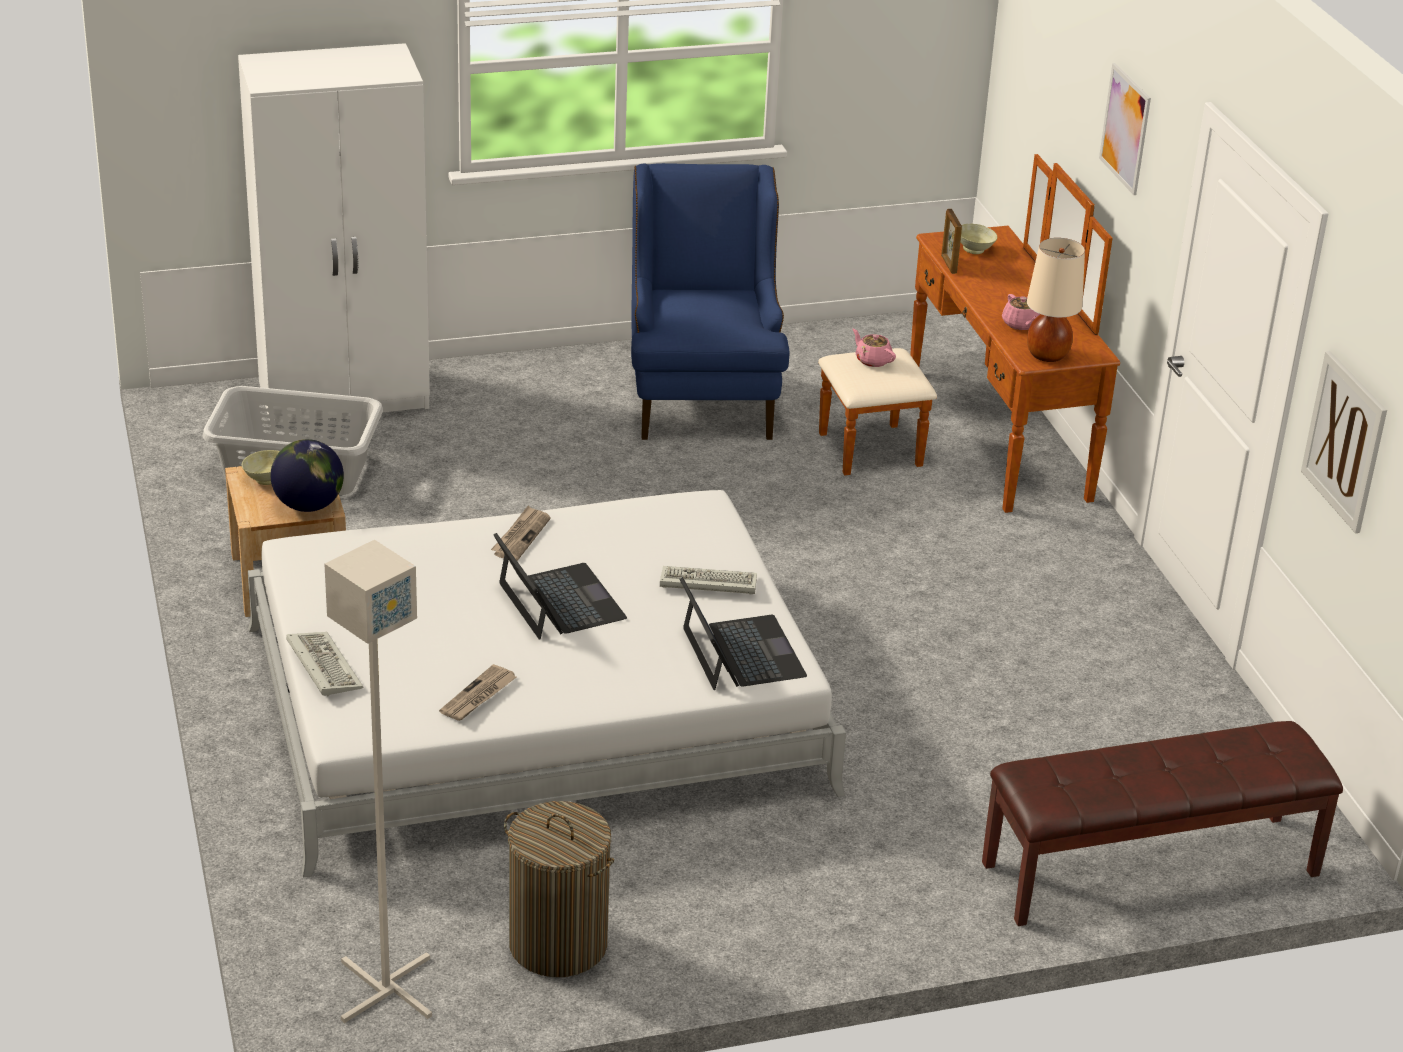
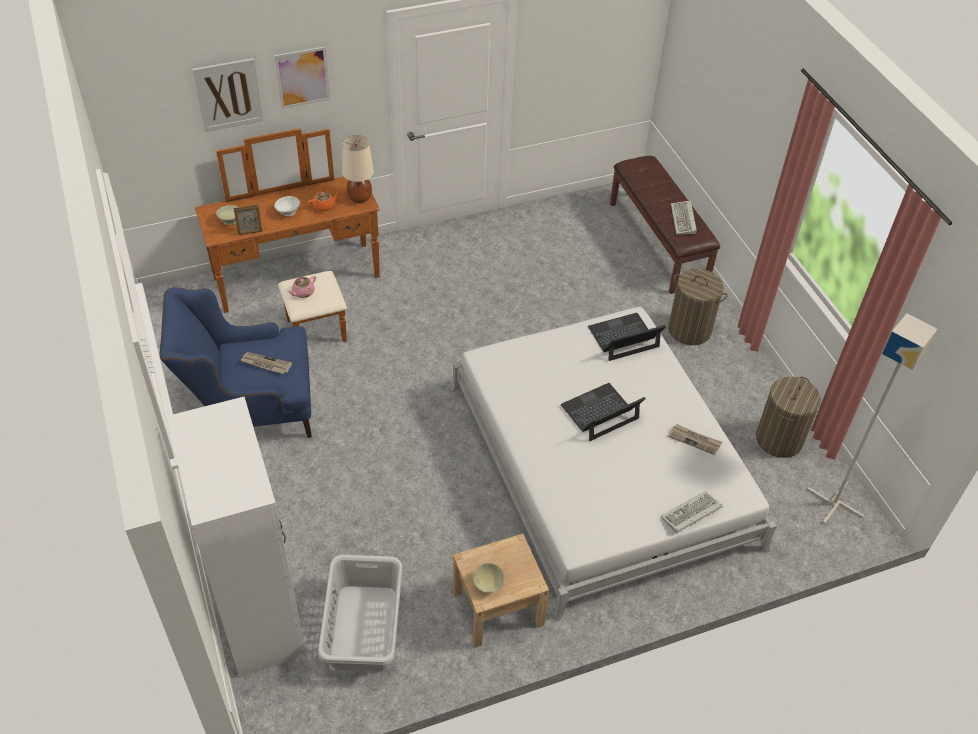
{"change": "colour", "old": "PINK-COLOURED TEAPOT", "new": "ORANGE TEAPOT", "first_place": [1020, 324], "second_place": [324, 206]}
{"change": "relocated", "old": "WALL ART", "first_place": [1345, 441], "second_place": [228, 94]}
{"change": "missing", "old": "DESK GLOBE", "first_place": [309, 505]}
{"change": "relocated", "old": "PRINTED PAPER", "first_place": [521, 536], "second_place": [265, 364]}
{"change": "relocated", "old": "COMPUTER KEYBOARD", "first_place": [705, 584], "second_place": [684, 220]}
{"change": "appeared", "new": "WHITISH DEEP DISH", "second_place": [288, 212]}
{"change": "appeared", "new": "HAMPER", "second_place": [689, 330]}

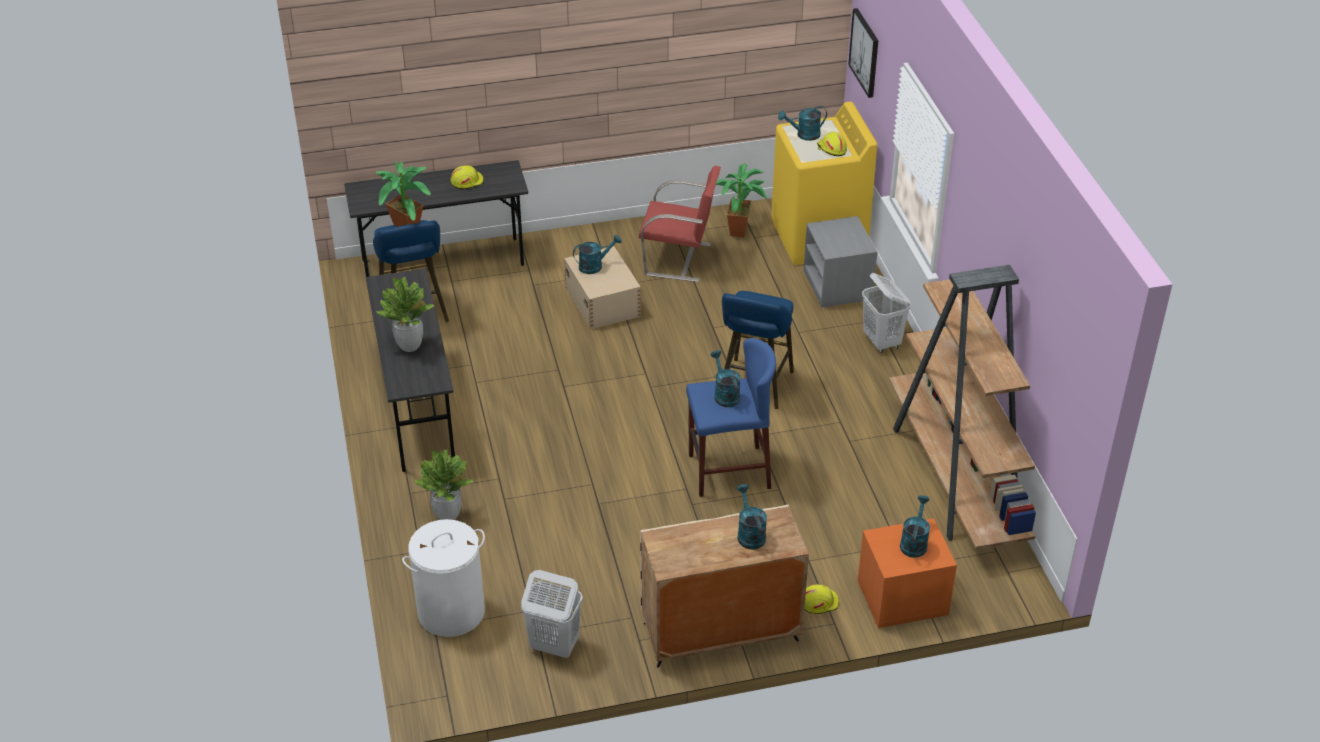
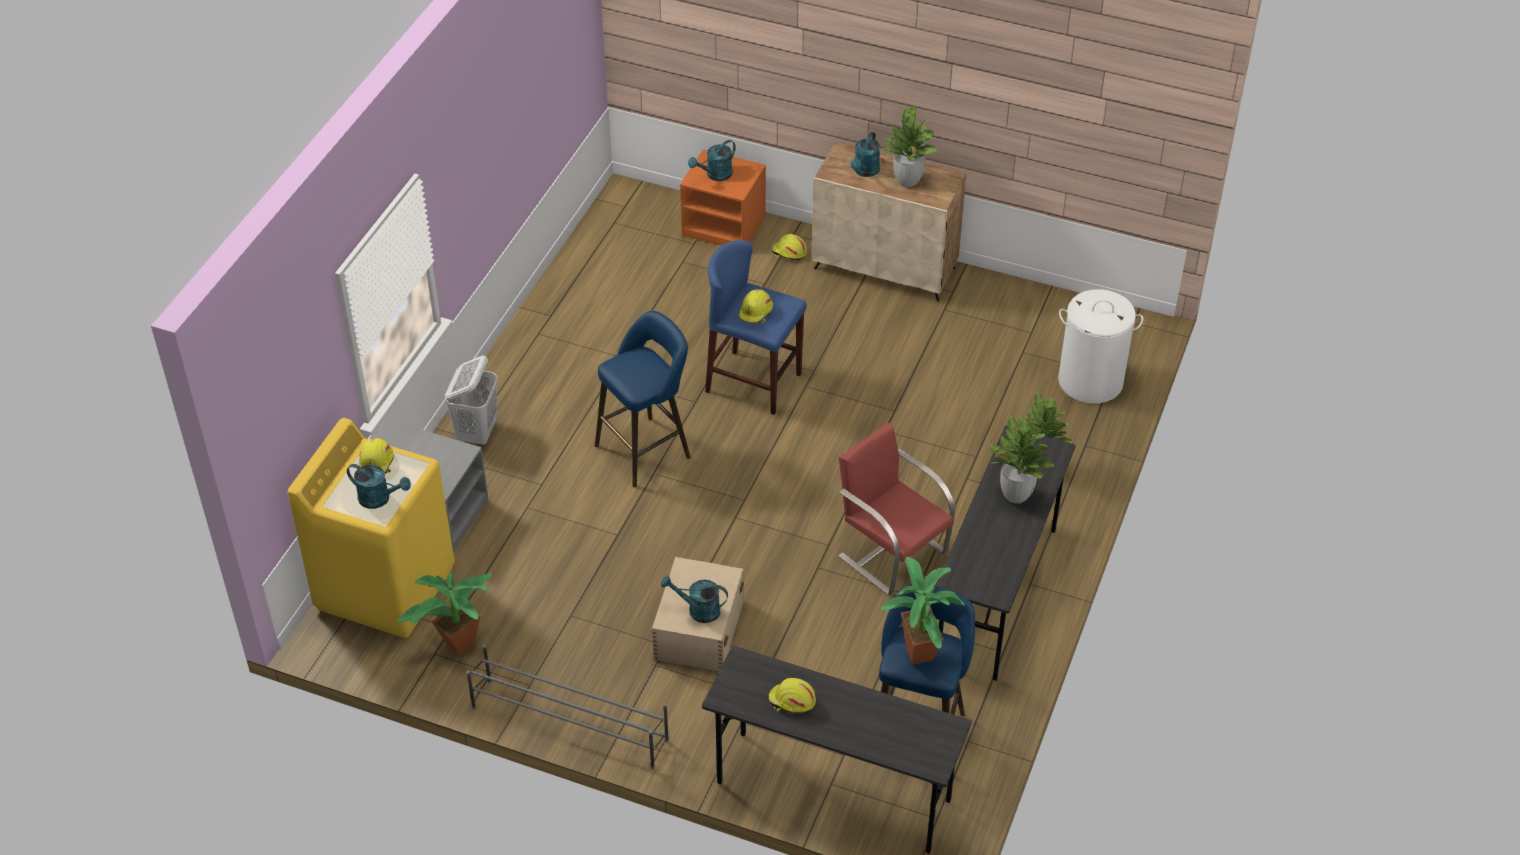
{"change": "missing", "old": "WALL ART", "first_place": [865, 52]}
{"change": "relocated", "old": "REDDISH PLAIN CHAIR", "first_place": [679, 260], "second_place": [892, 552]}
{"change": "missing", "old": "BROWN-COLOURED BOOKSHELF", "first_place": [955, 479]}
{"change": "exchanged", "old": "TURQUOISE-COLOURED WATERING CAN", "new": "YELLOWISH WORK HELMET", "first_place": [724, 394], "second_place": [756, 312]}
{"change": "missing", "old": "WHITISH HAMPER", "first_place": [553, 646]}
{"change": "appeared", "new": "PLANT IN A POT", "second_place": [907, 181]}
{"change": "appeared", "new": "GRAY SHOE RACK", "second_place": [569, 723]}

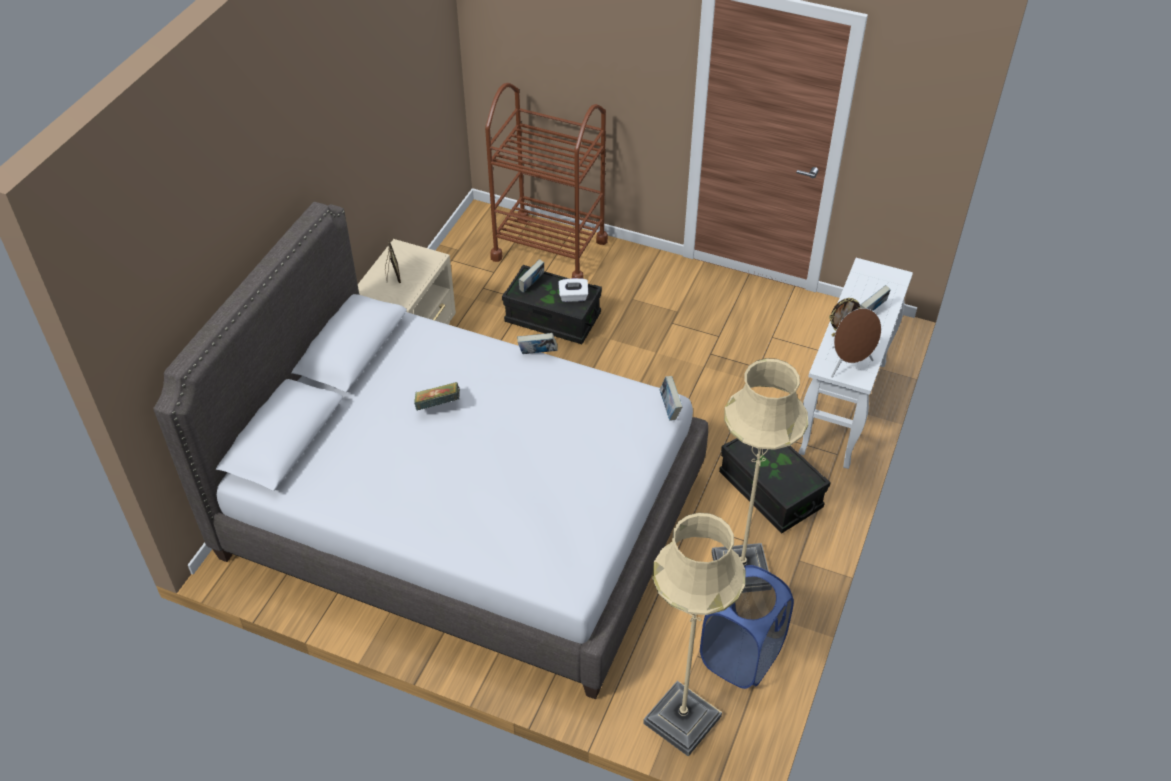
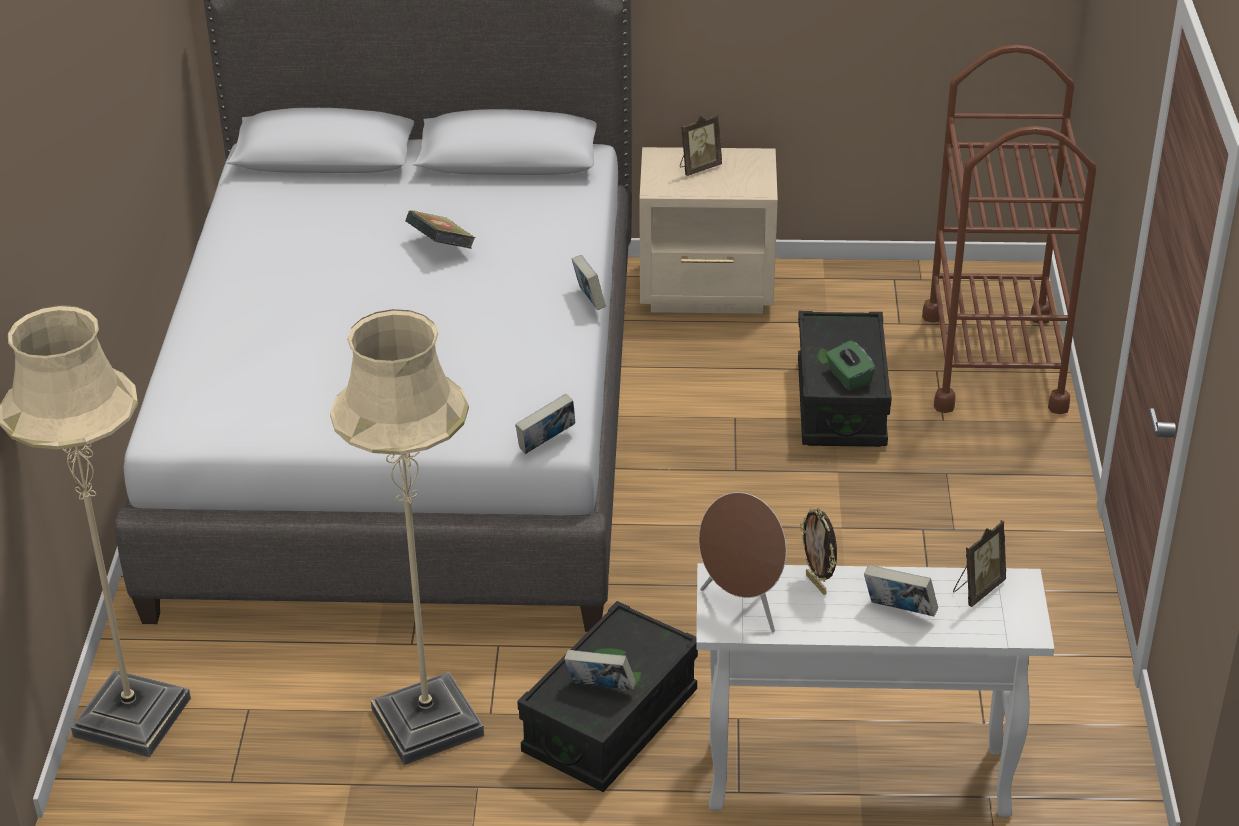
{"change": "relocated", "old": "VOLUME", "first_place": [532, 285], "second_place": [600, 689]}
{"change": "colour", "old": "WHITISH TISSUE HOLDER", "new": "GREEN-COLOURED TISSUE HOLDER", "first_place": [573, 297], "second_place": [848, 378]}
{"change": "missing", "old": "BLUE-COLOURED HAMPER", "first_place": [741, 655]}
{"change": "appeared", "new": "STANDING FRAME", "second_place": [977, 589]}

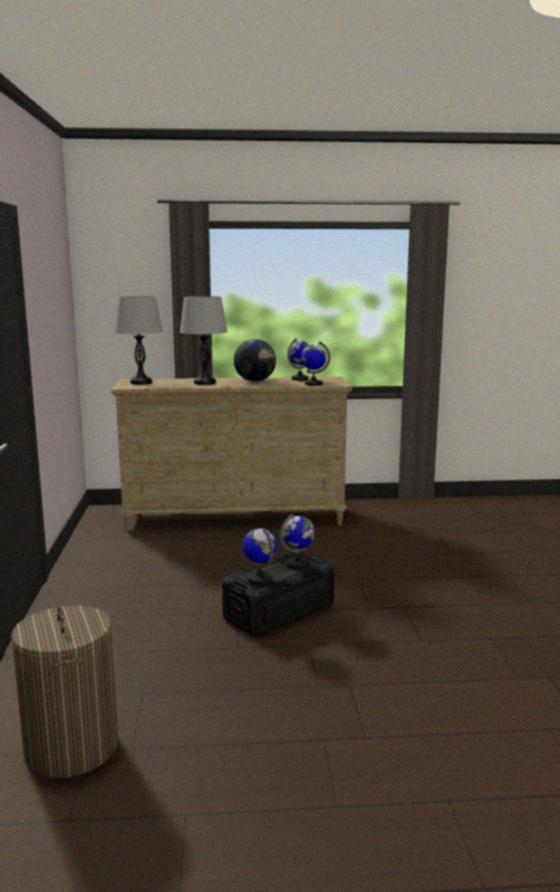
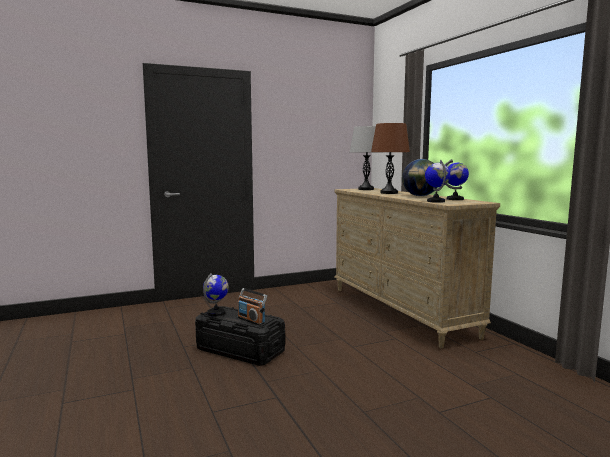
{"change": "colour", "old": "GRAY TABLETOP LAMP", "new": "BROWN-COLOURED TABLETOP LAMP", "first_place": [205, 383], "second_place": [389, 193]}
{"change": "exchanged", "old": "DESK GLOBE", "new": "RADIO SET", "first_place": [298, 565], "second_place": [251, 320]}
{"change": "missing", "old": "HAMPER", "first_place": [71, 747]}

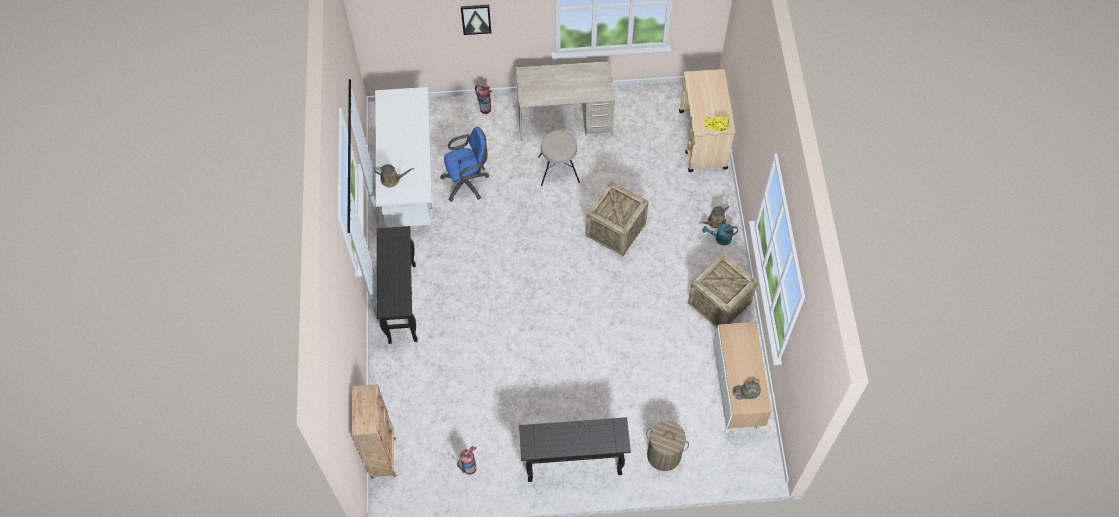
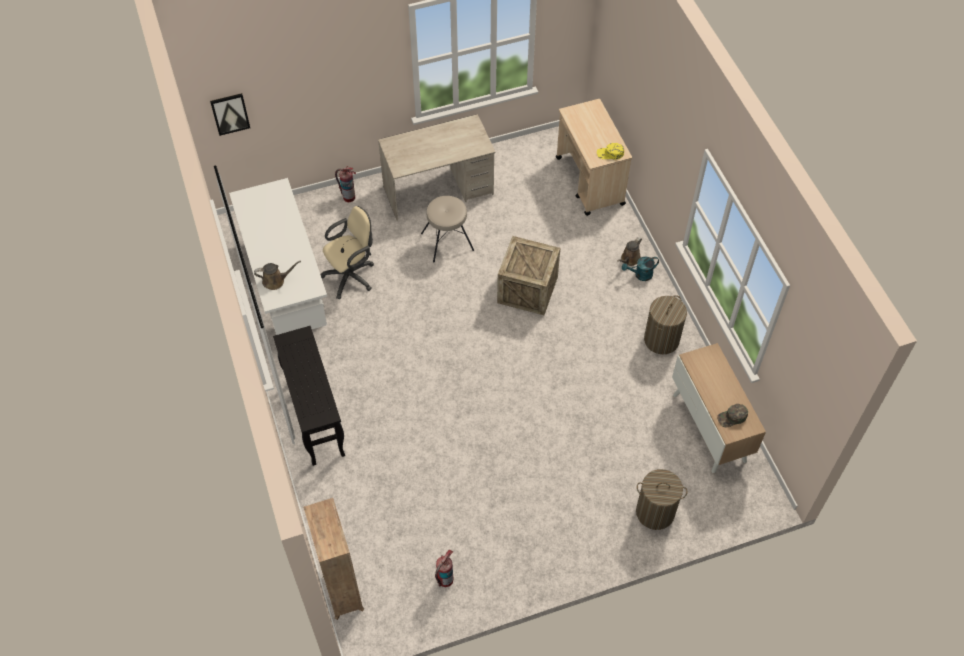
{"change": "relocated", "old": "WALL ART", "first_place": [476, 19], "second_place": [230, 113]}
{"change": "colour", "old": "BLUE-COLOURED DESK CHAIR", "new": "BEIGE-COLOURED DESK CHAIR", "first_place": [467, 182], "second_place": [352, 276]}
{"change": "exchanged", "old": "CRATE", "new": "HAMPER", "first_place": [719, 302], "second_place": [661, 340]}
{"change": "missing", "old": "BLACK-COLOURED HALL TABLE", "first_place": [573, 464]}

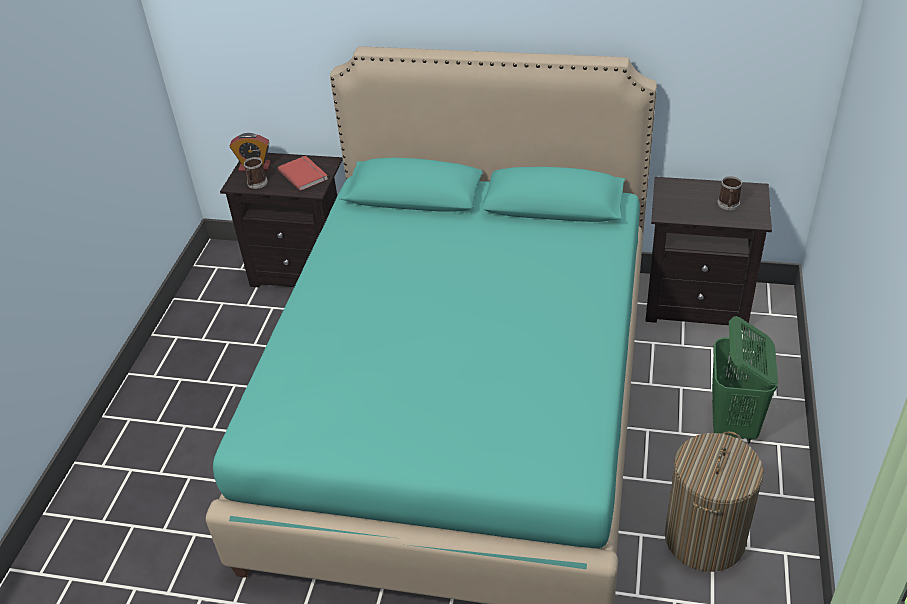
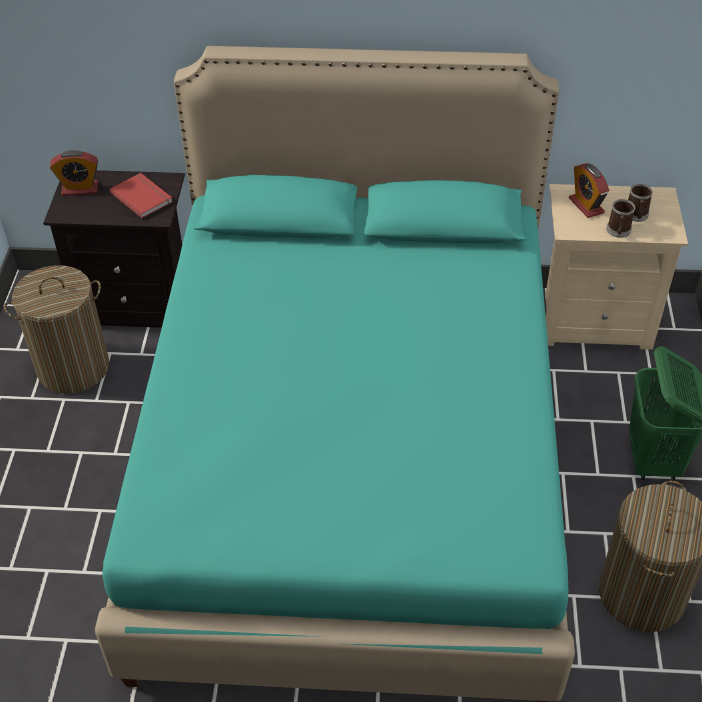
{"change": "relocated", "old": "TEA MUG", "first_place": [256, 184], "second_place": [618, 231]}
{"change": "colour", "old": "BLACK-COLOURED BEDSIDE TABLE", "new": "BEIGE-COLOURED BEDSIDE TABLE", "first_place": [697, 303], "second_place": [594, 321]}
{"change": "appeared", "new": "BEDSIDE CLOCK", "second_place": [586, 205]}
{"change": "appeared", "new": "HAMPER", "second_place": [73, 367]}

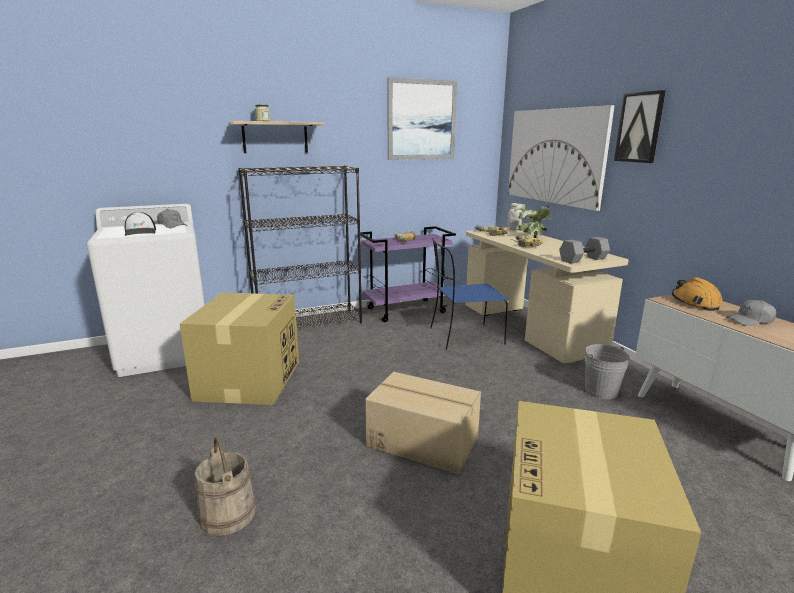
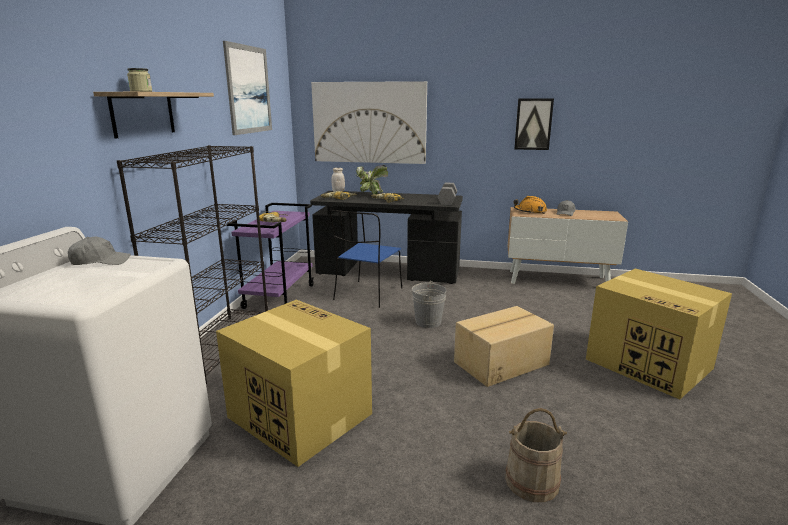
{"change": "relocated", "old": "WALL ART", "first_place": [639, 127], "second_place": [533, 124]}
{"change": "missing", "old": "CAP", "first_place": [141, 232]}
{"change": "colour", "old": "BEIGE-COLOURED DESK", "new": "BLACK-COLOURED DESK", "first_place": [529, 327], "second_place": [388, 272]}
{"change": "relocated", "old": "GRAY PAIL", "first_place": [601, 391], "second_place": [428, 322]}

